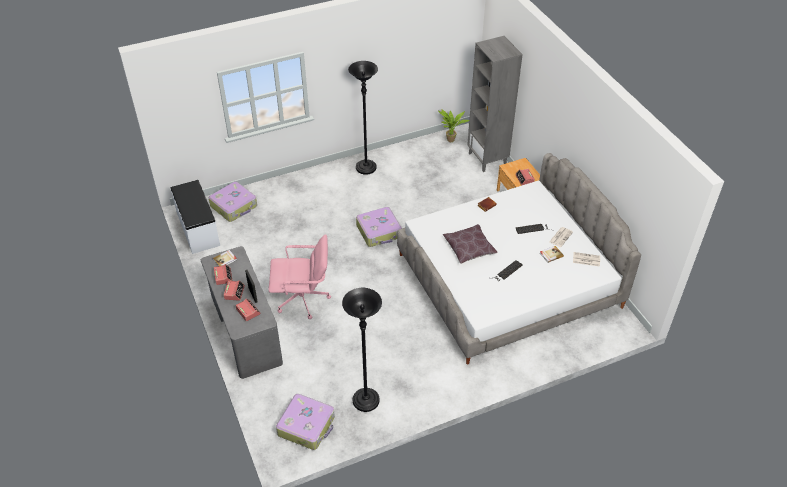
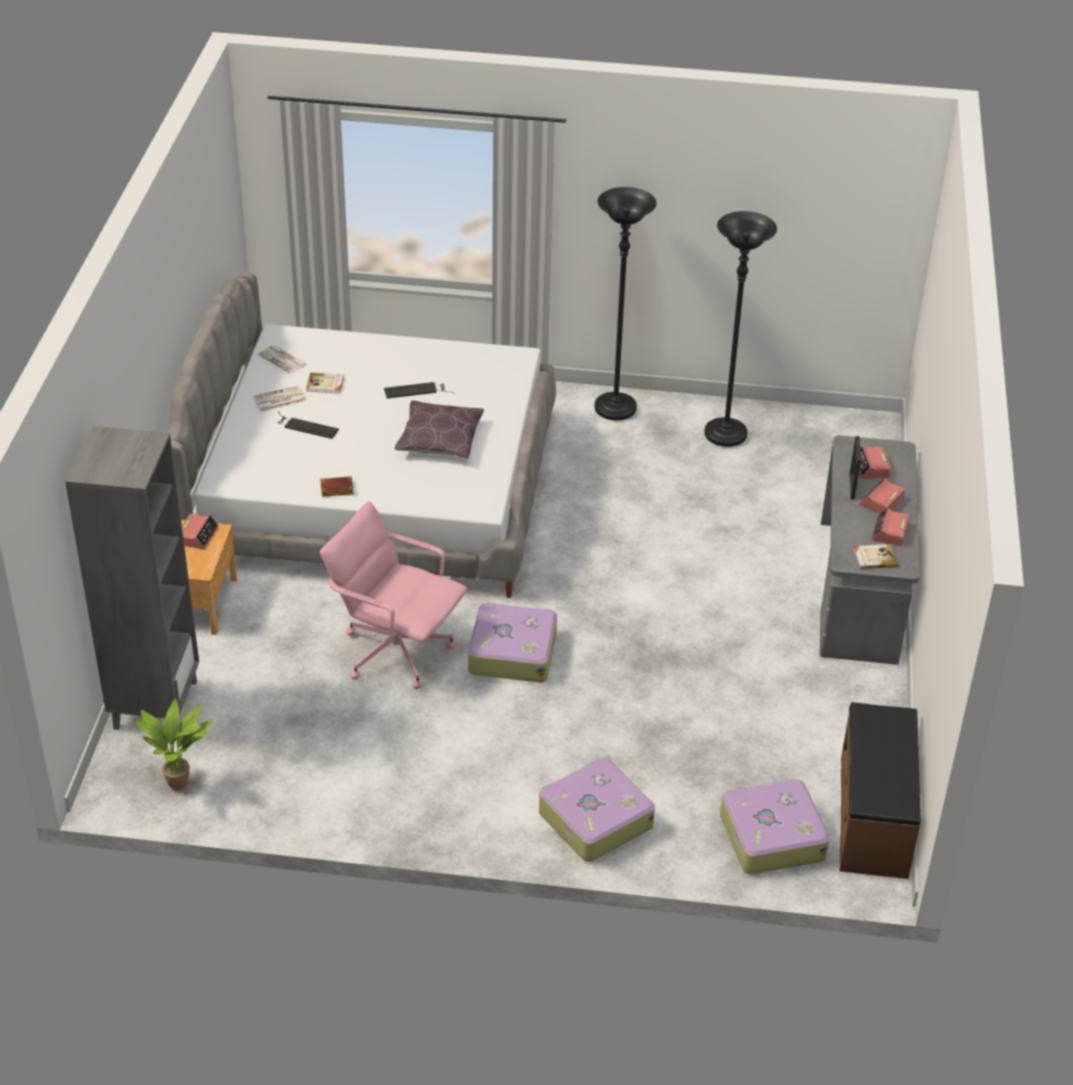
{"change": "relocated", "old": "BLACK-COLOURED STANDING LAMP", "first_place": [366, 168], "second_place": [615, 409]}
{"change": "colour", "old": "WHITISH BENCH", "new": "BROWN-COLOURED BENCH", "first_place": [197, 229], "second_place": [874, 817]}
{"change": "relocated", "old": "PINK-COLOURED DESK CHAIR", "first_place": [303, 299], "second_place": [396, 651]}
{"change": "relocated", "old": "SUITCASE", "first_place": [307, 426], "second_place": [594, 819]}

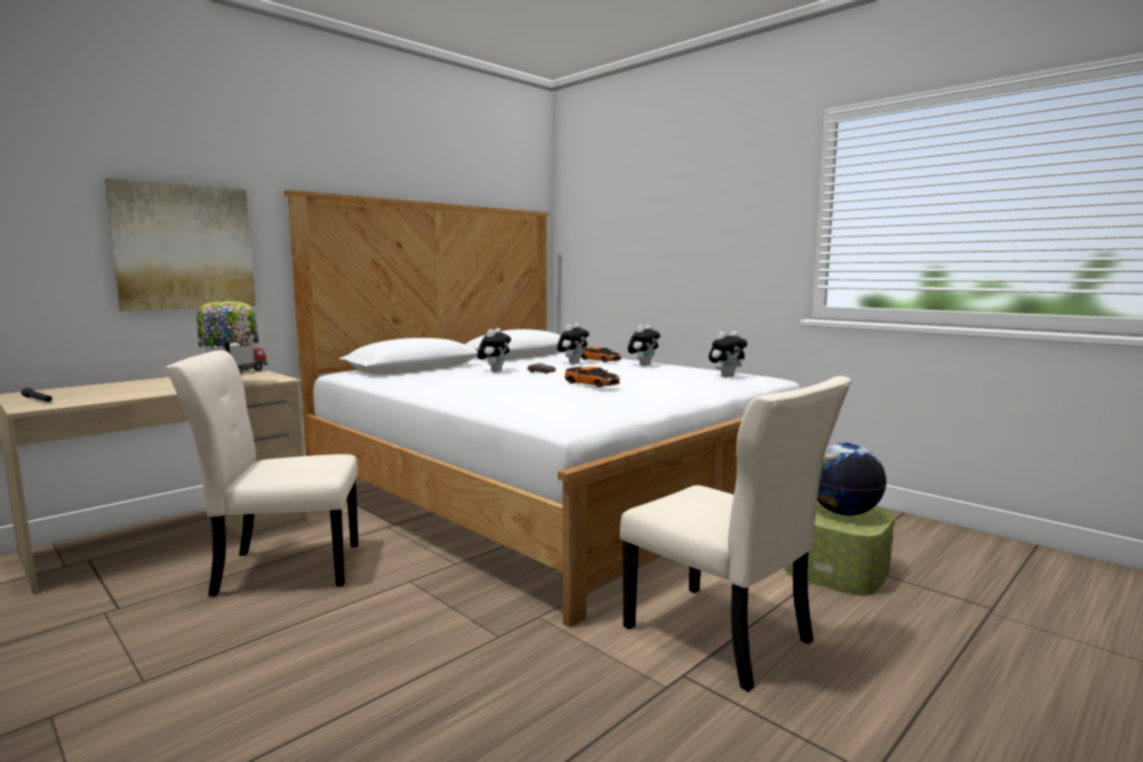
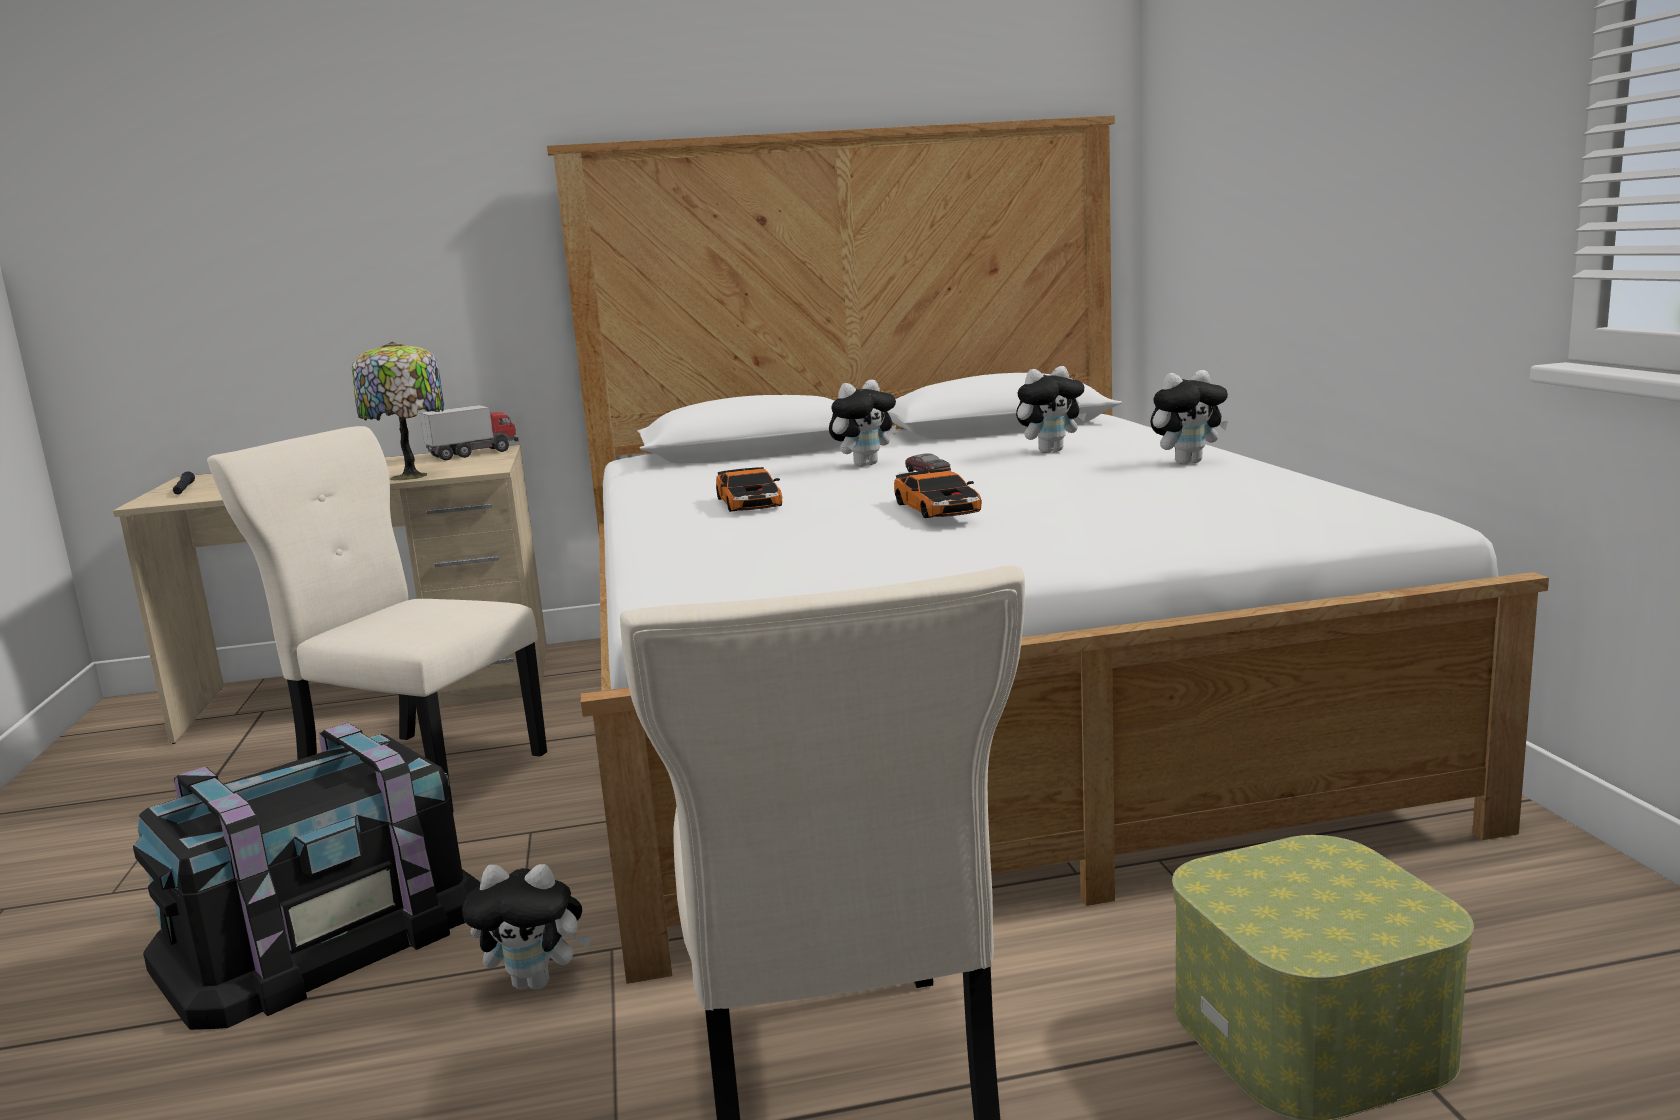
{"change": "missing", "old": "WALL ART", "first_place": [184, 247]}
{"change": "relocated", "old": "PLUSH TOY", "first_place": [726, 376], "second_place": [537, 982]}
{"change": "relocated", "old": "MINIATURE CAR", "first_place": [600, 359], "second_place": [751, 502]}
{"change": "missing", "old": "DESK GLOBE", "first_place": [843, 512]}
{"change": "appeared", "new": "BLACK-COLOURED STORAGE BIN", "second_place": [322, 933]}

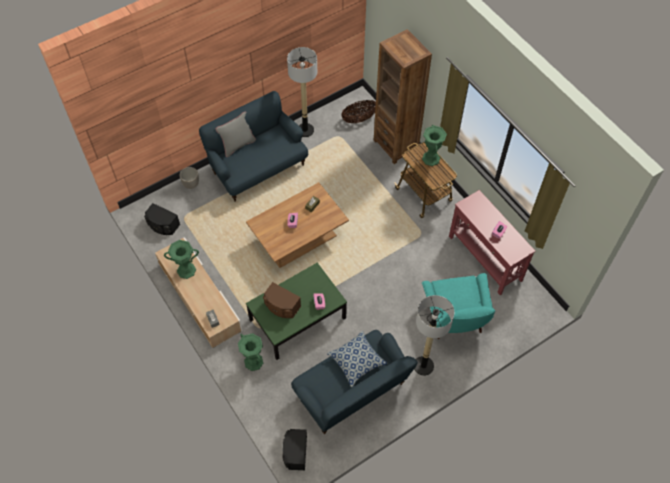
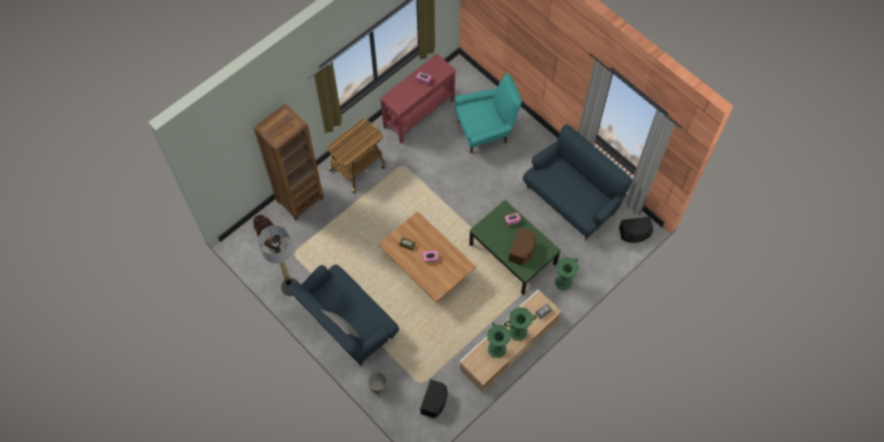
{"change": "relocated", "old": "GREEN-COLOURED FLOWER VASE", "first_place": [431, 158], "second_place": [518, 332]}
{"change": "missing", "old": "STANDING LAMP", "first_place": [423, 366]}
{"change": "missing", "old": "CUSHION", "first_place": [356, 361]}

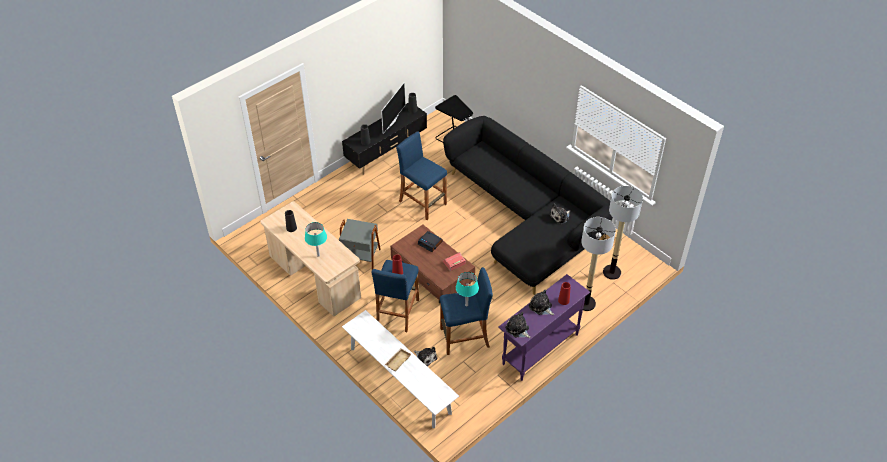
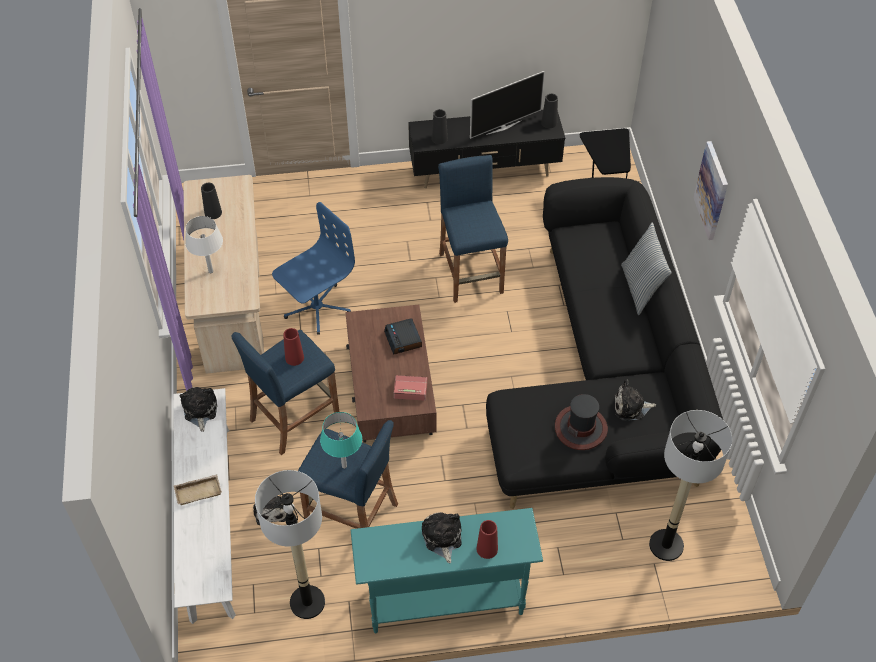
{"change": "relocated", "old": "STANDING LAMP", "first_place": [586, 303], "second_place": [307, 602]}
{"change": "exchanged", "old": "GRAY ACCENT TABLE", "new": "BLUE-COLOURED DESK CHAIR", "first_place": [360, 257], "second_place": [316, 307]}
{"change": "colour", "old": "TURQUOISE-COLOURED TABLETOP LAMP", "new": "WHITISH TABLETOP LAMP", "first_place": [318, 255], "second_place": [210, 271]}
{"change": "colour", "old": "PURPLISH HALL TABLE", "new": "TURQUOISE-COLOURED HALL TABLE", "first_place": [540, 349], "second_place": [444, 601]}
{"change": "relocated", "old": "PLUSH TOY", "first_place": [518, 329], "second_place": [200, 411]}
{"change": "appeared", "new": "WALL ART", "second_place": [712, 190]}
{"change": "appeared", "new": "CUSHION", "second_place": [641, 288]}
{"change": "appeared", "new": "WEARABLE HAT", "second_place": [581, 428]}

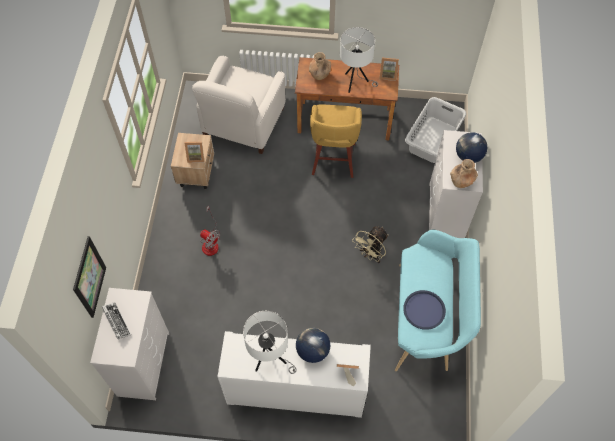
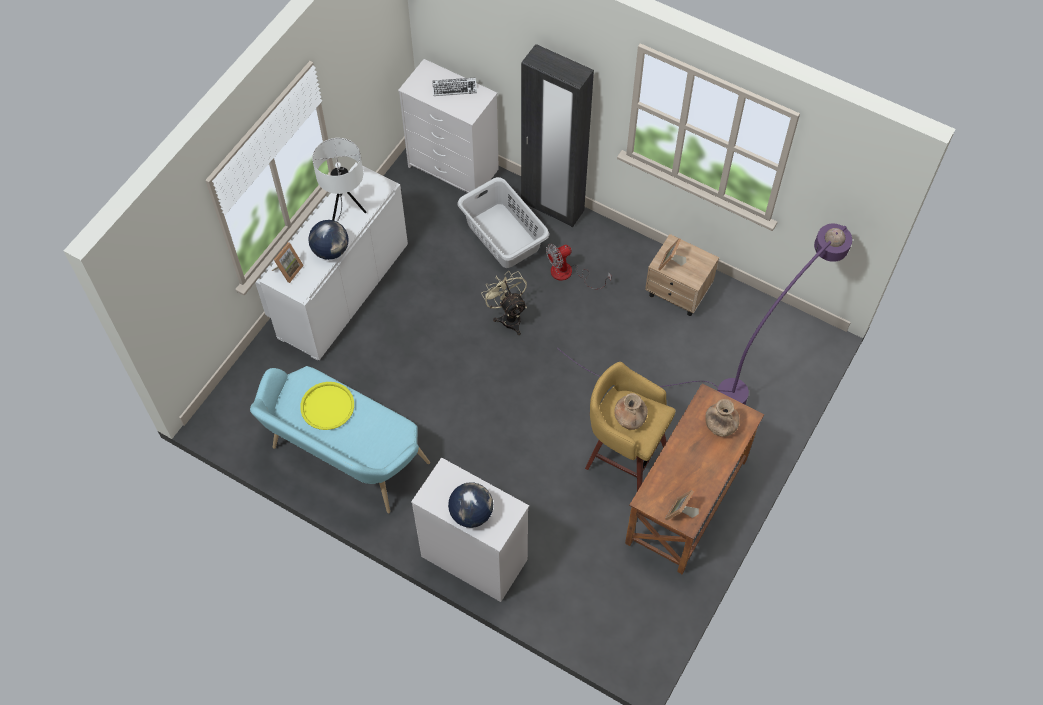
{"change": "missing", "old": "WHITISH TABLETOP LAMP", "first_place": [355, 83]}
{"change": "exchanged", "old": "WHITISH ARMCHAIR", "new": "PURPLISH STANDING LAMP", "first_place": [243, 122], "second_place": [738, 373]}
{"change": "relocated", "old": "GRAY HAMPER", "first_place": [433, 139], "second_place": [503, 236]}
{"change": "relocated", "old": "BROWN-COLOURED FLOWER VASE", "first_place": [461, 181], "second_place": [630, 419]}
{"change": "relocated", "old": "BEIGE-COLOURED COOLING FAN", "first_place": [370, 254], "second_place": [508, 316]}
{"change": "missing", "old": "WALL ART", "first_place": [89, 277]}
{"change": "colour", "old": "BLUE-COLOURED SERVING TRAY", "new": "YELLOWISH SERVING TRAY", "first_place": [424, 310], "second_place": [327, 406]}
{"change": "appeared", "new": "BLACK-COLOURED ARMOIRE", "second_place": [552, 207]}

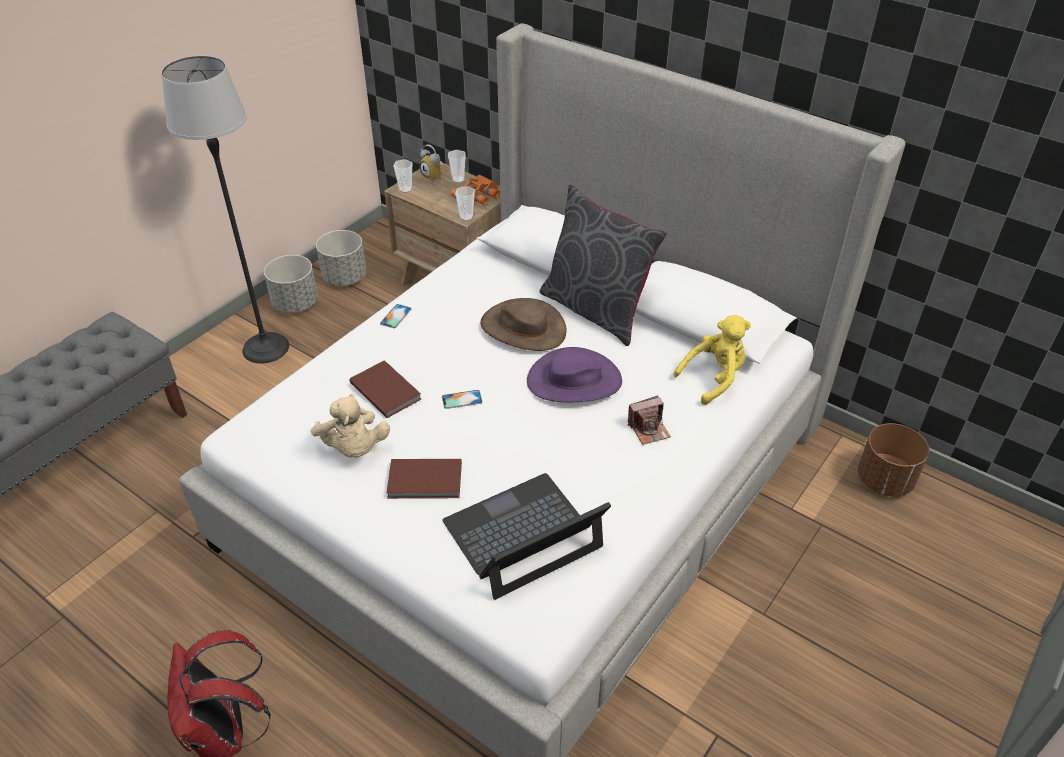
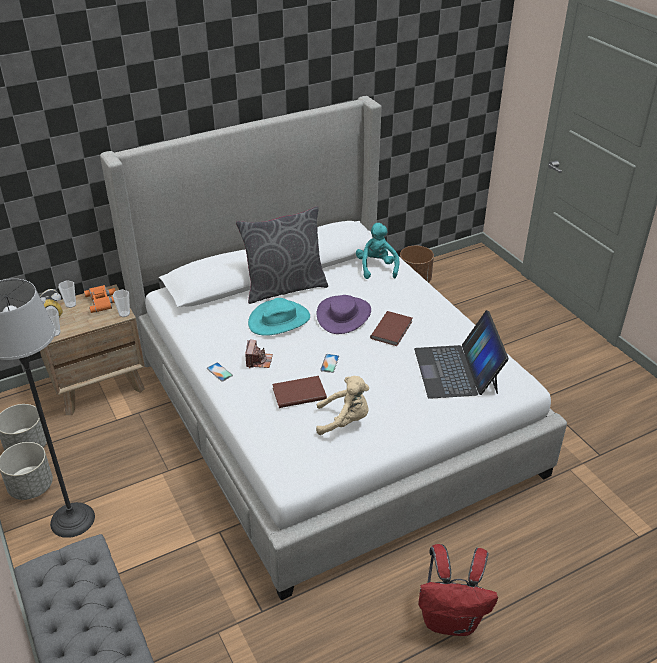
{"change": "colour", "old": "BROWN-COLOURED WEARABLE HAT", "new": "TURQUOISE-COLOURED WEARABLE HAT", "first_place": [523, 328], "second_place": [279, 320]}
{"change": "colour", "old": "YELLOWISH PLUSH TOY", "new": "TURQUOISE-COLOURED PLUSH TOY", "first_place": [714, 378], "second_place": [376, 267]}
{"change": "relocated", "old": "STILL CAMERA", "first_place": [649, 429], "second_place": [259, 361]}
{"change": "relocated", "old": "BROWN-COLOURED VOLUME", "first_place": [426, 482], "second_place": [393, 330]}

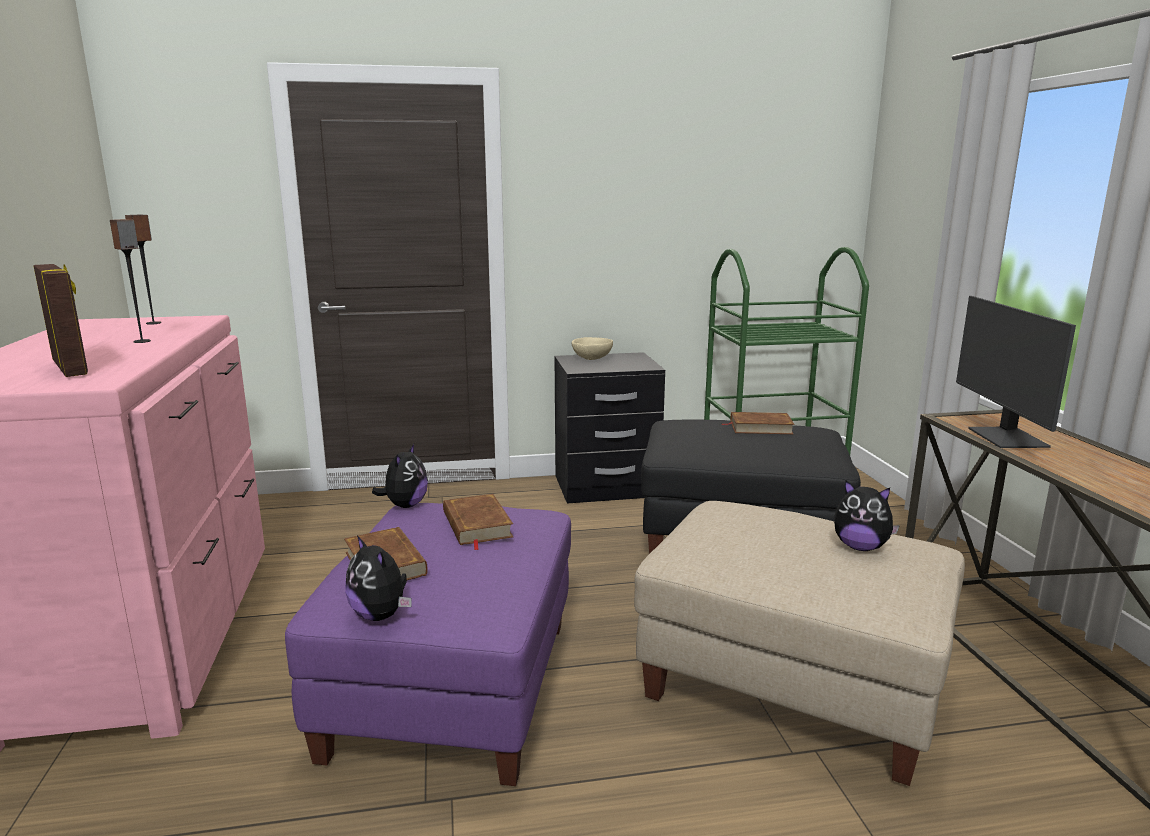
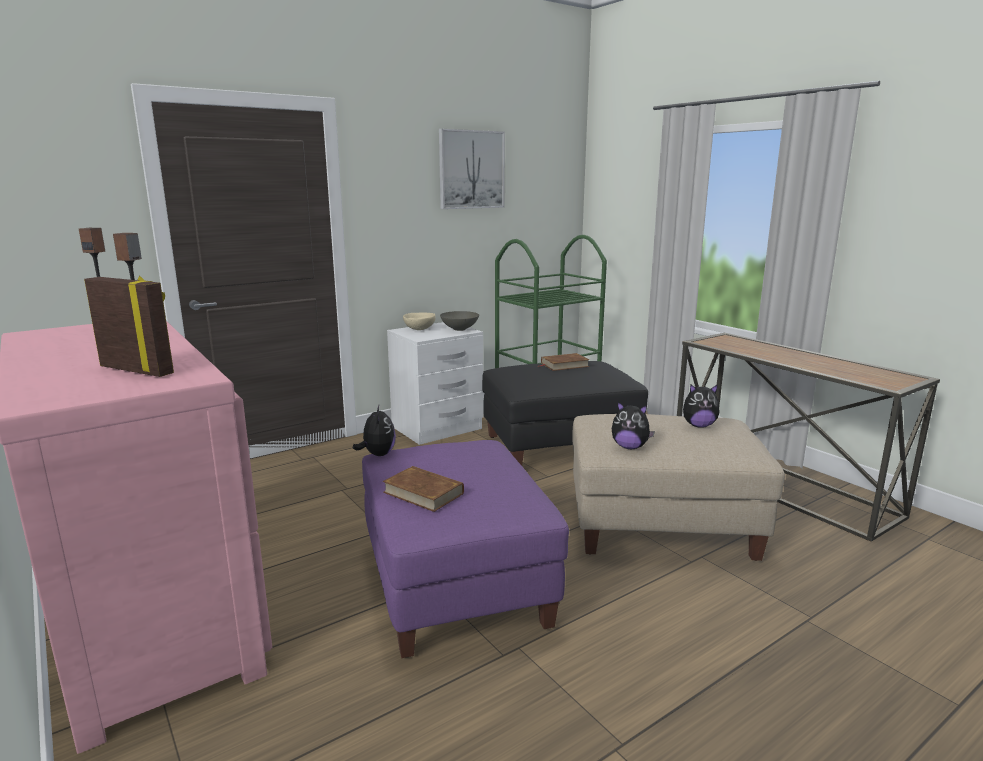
{"change": "missing", "old": "COMPUTER DISPLAY", "first_place": [1005, 438]}
{"change": "colour", "old": "BLACK-COLOURED BEDSIDE TABLE", "new": "WHITISH BEDSIDE TABLE", "first_place": [606, 487], "second_place": [437, 428]}
{"change": "missing", "old": "BROWN-COLOURED VOLUME", "first_place": [476, 525]}
{"change": "relocated", "old": "PLUSH TOY", "first_place": [381, 615], "second_place": [630, 447]}
{"change": "appeared", "new": "WALL ART", "second_place": [471, 169]}
{"change": "appeared", "new": "GRAY DEEP DISH", "second_place": [459, 329]}

